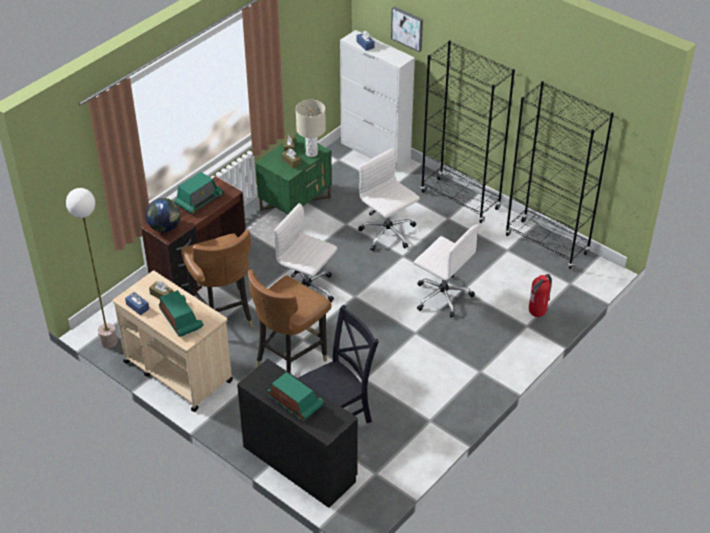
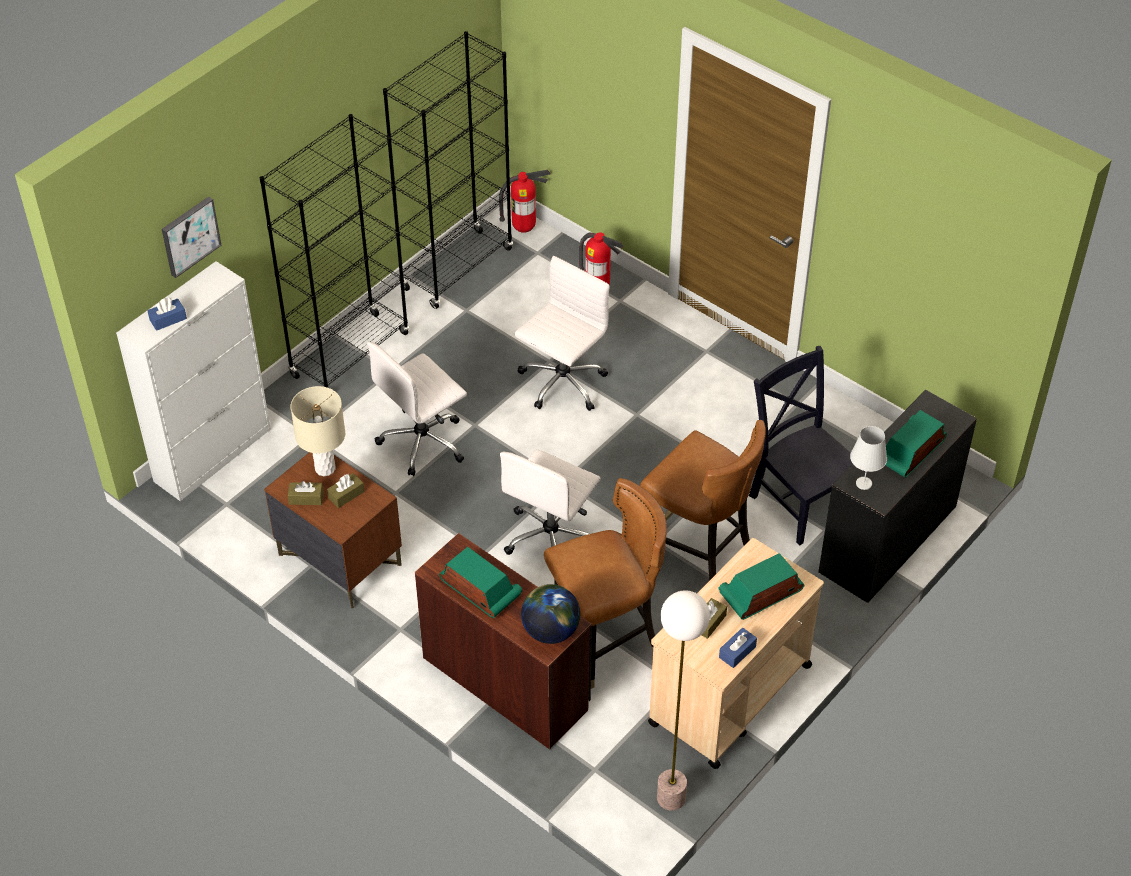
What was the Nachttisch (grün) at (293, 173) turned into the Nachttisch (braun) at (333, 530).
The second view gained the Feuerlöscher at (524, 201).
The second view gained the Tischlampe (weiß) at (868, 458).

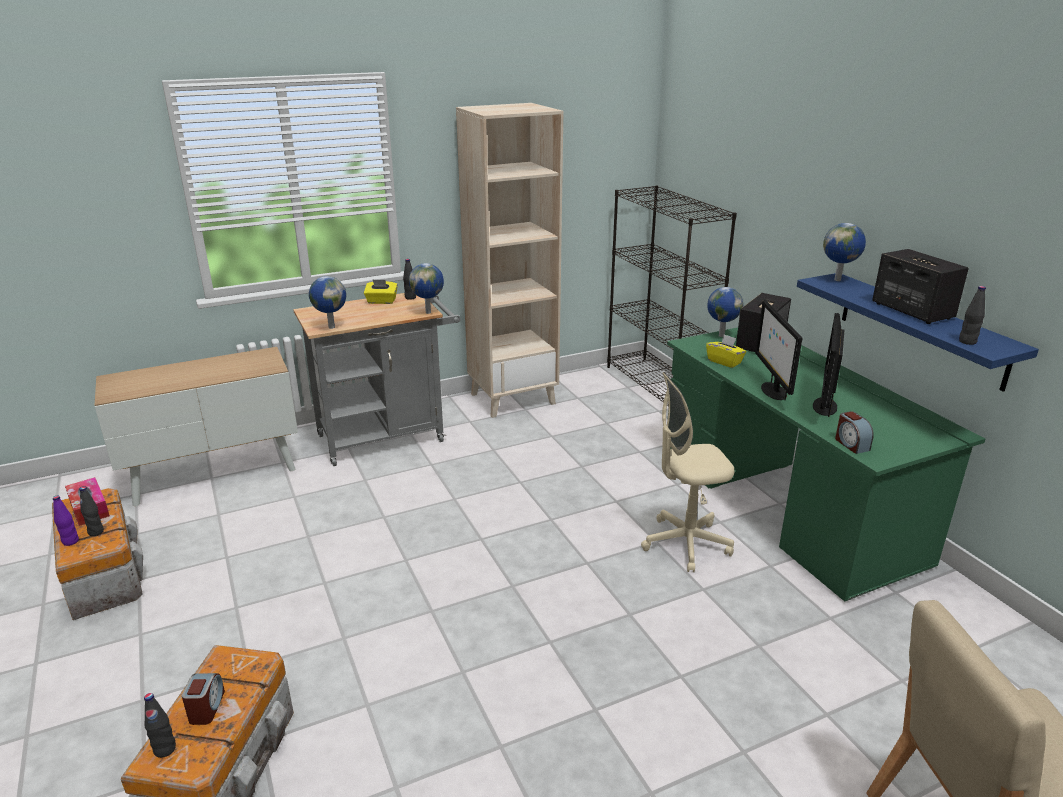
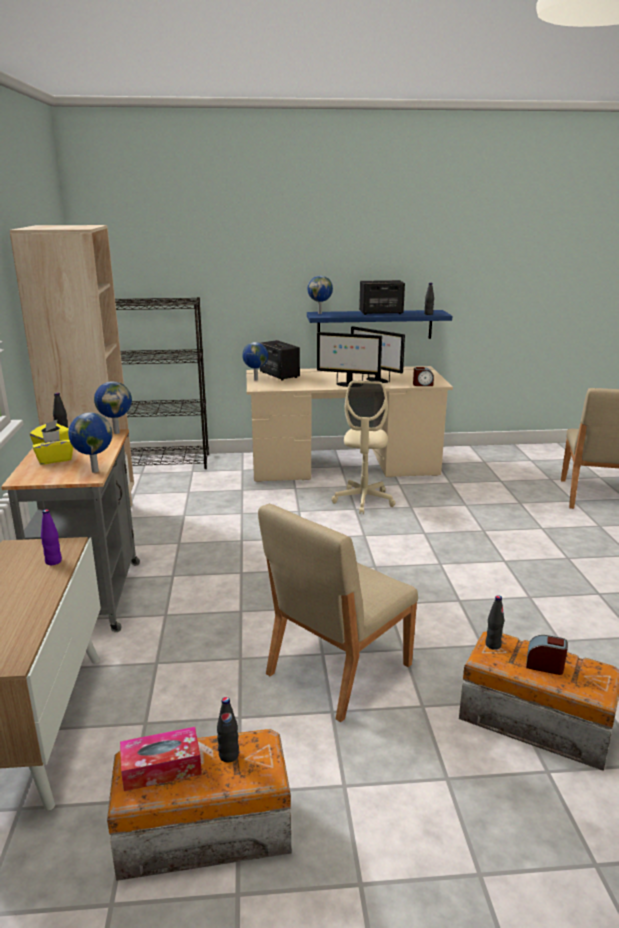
What was the Schreibtisch (grün) at (826, 464) turned into the Schreibtisch (beige) at (350, 424).
The Taschentuchbox (gelb) ended up elsewhere, having gone from (726, 351) to (52, 447).
The Flasche (lila) ended up elsewhere, having gone from (66, 521) to (51, 537).
The Flasche (schwarz) ended up elsewhere, having gone from (160, 725) to (494, 622).
The second view gained the Stuhl (beige) at (338, 613).

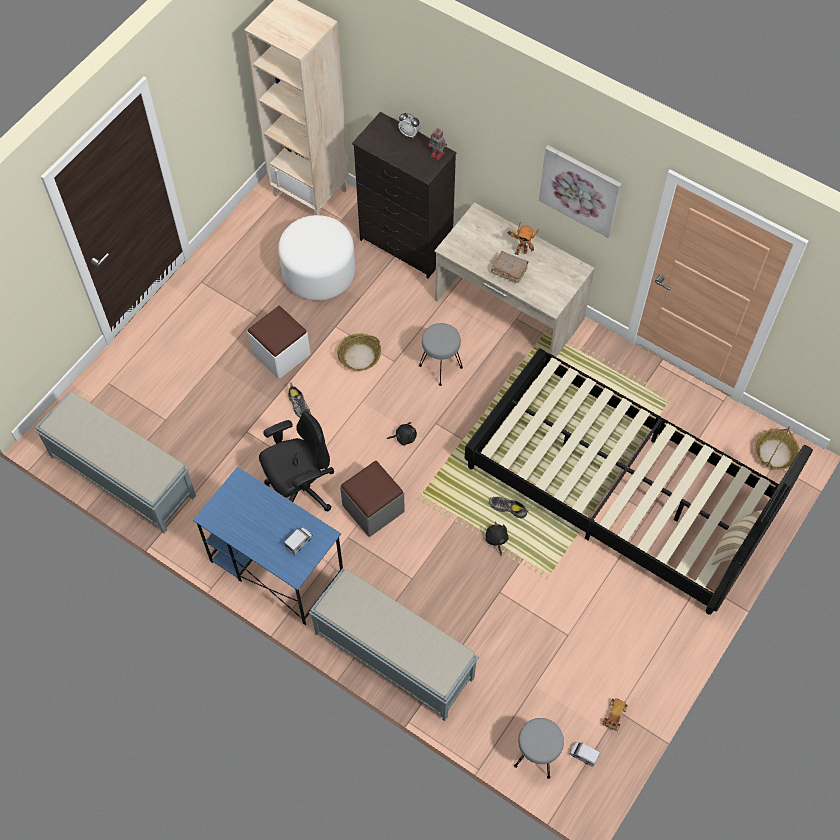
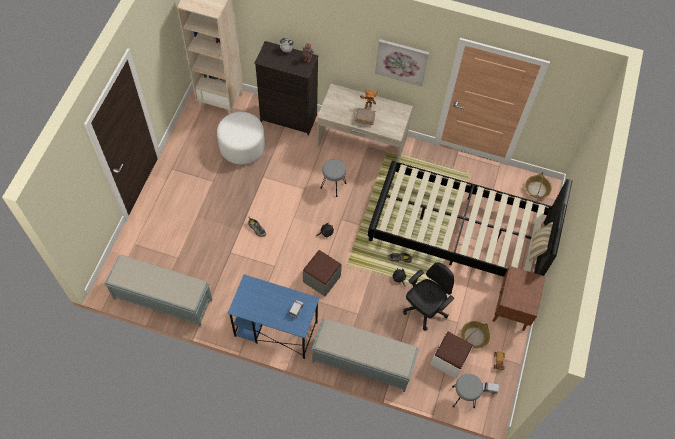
The Polsterhocker (weiß) ended up elsewhere, having gone from (278, 342) to (452, 355).
The Korb ended up elsewhere, having gone from (359, 352) to (475, 335).
The Bürostuhl (schwarz) ended up elsewhere, having gone from (296, 461) to (428, 296).
The second view gained the Nachttisch (braun) at (519, 298).

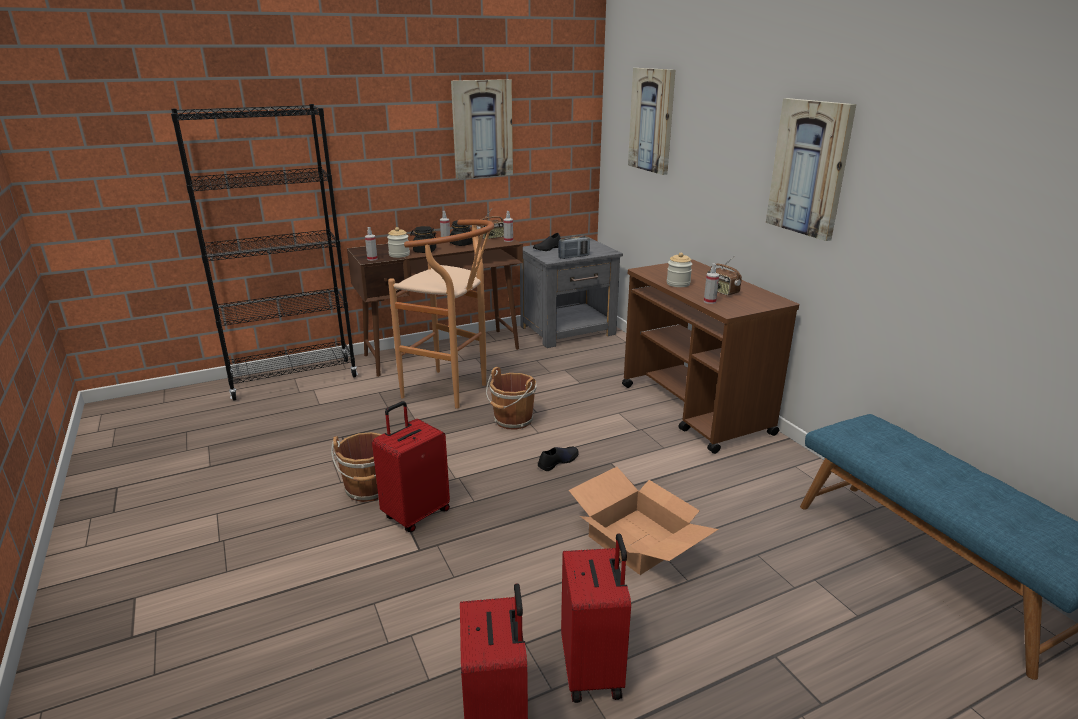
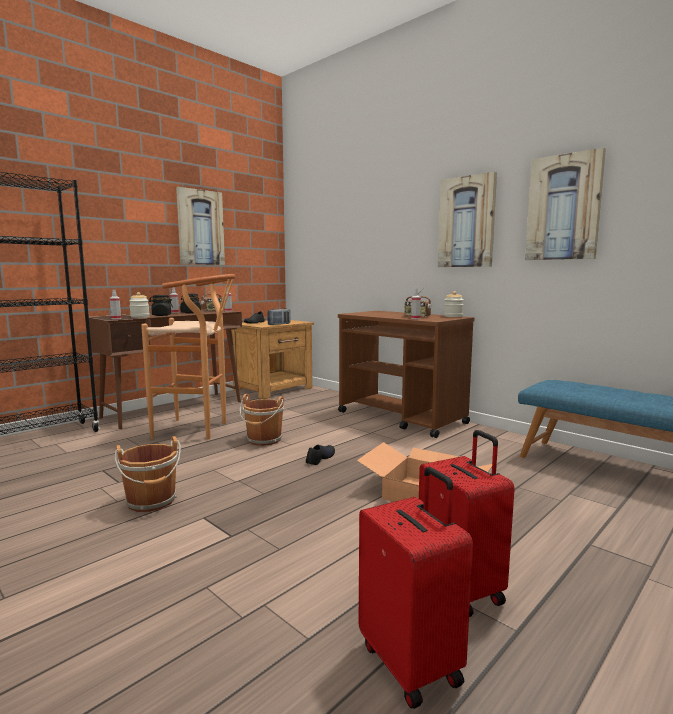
The Bild ended up elsewhere, having gone from (651, 121) to (565, 204).
What was the Nachttisch (grau) at (571, 293) turned into the Nachttisch (braun) at (272, 359).
The Vorratsglas ended up elsewhere, having gone from (679, 270) to (453, 304).
The second view lost the Koffer (rot) at (411, 466).

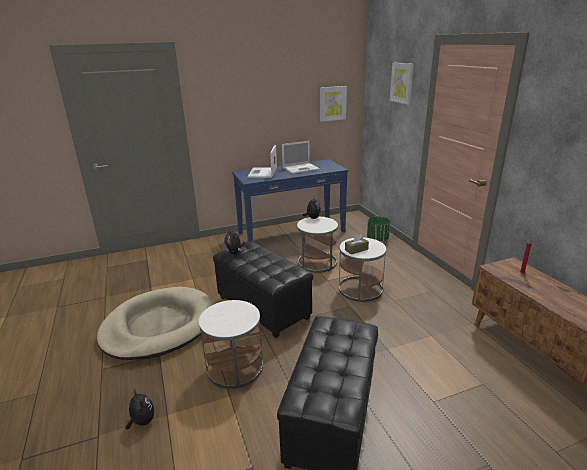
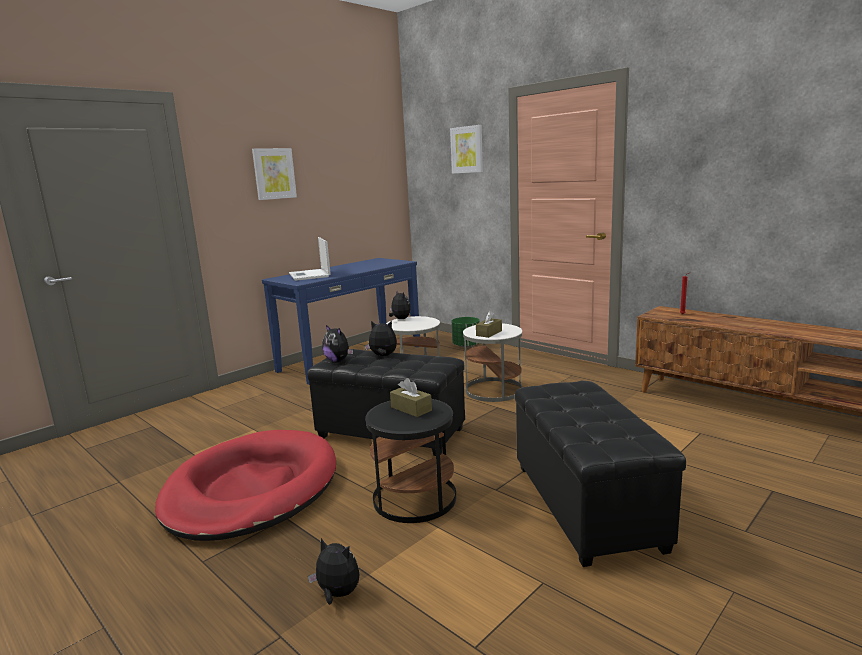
The Bild ended up elsewhere, having gone from (333, 104) to (274, 174).
The second view lost the Laptop at (301, 157).
What was the Hundebett (beige) at (155, 323) turned into the Hundebett (rot) at (245, 485).
What was the Beistelltisch (weiß) at (231, 344) turned into the Beistelltisch (schwarz) at (410, 461).
The second view gained the Plüschtier at (381, 338).
The second view gained the Taschentuchbox (braun) at (411, 397).

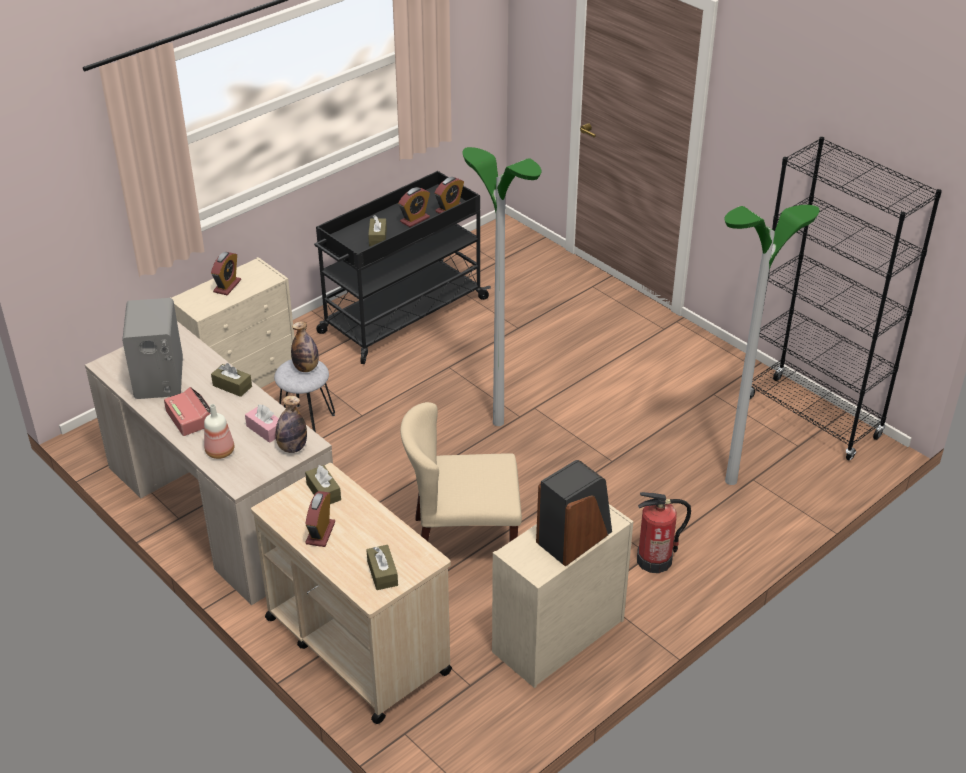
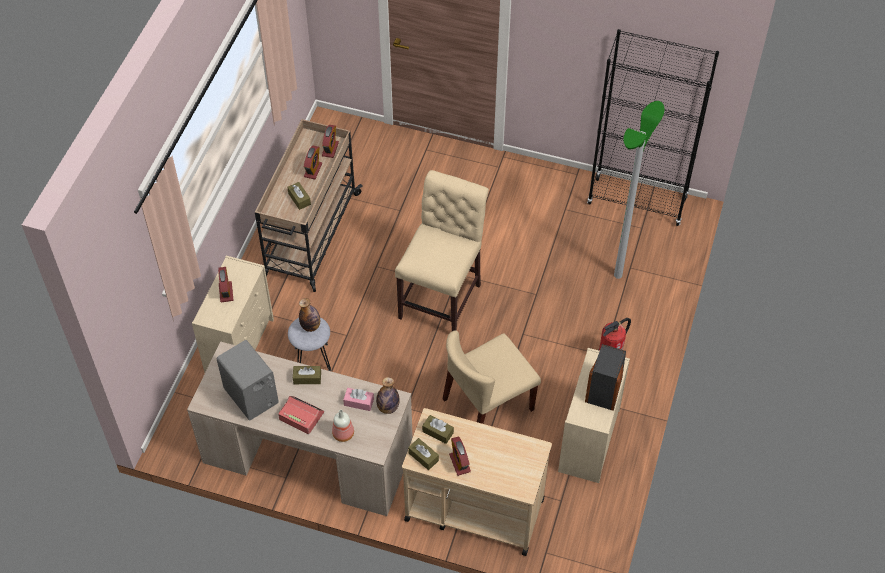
Where the Stehlampe stood at (501, 286), the Stuhl (beige) came to stand at (442, 250).
What was the Rollwagen (schwarz) at (402, 267) turned into the Rollwagen (beige) at (309, 205).
The Taschentuchbox (braun) ended up elsewhere, having gone from (382, 567) to (423, 454).

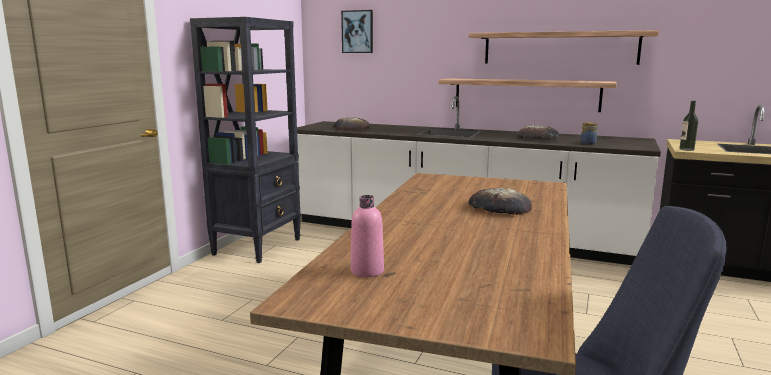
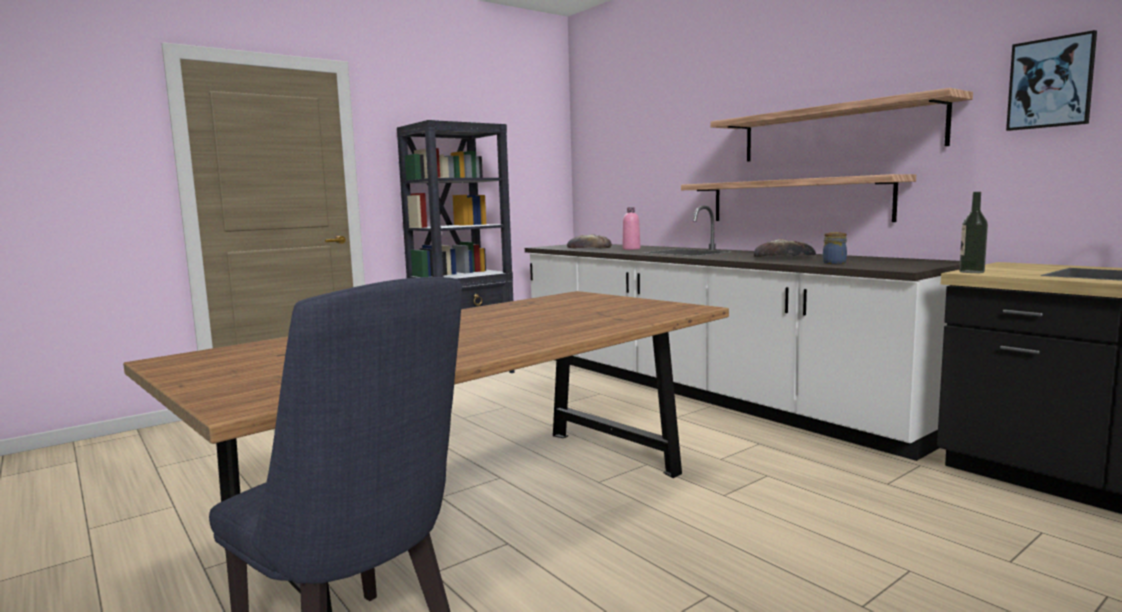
The Bild ended up elsewhere, having gone from (357, 31) to (1051, 80).
The second view lost the Brot at (500, 201).
The Flasche (rosa) ended up elsewhere, having gone from (367, 236) to (631, 228).

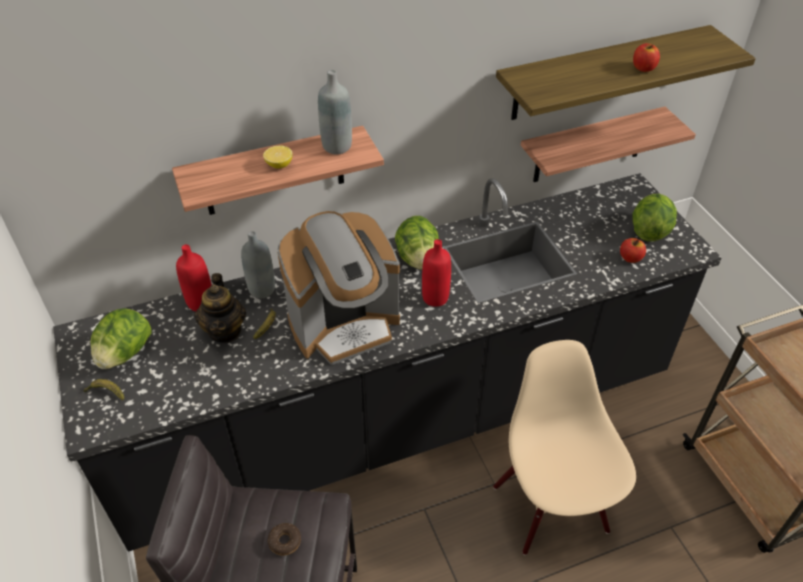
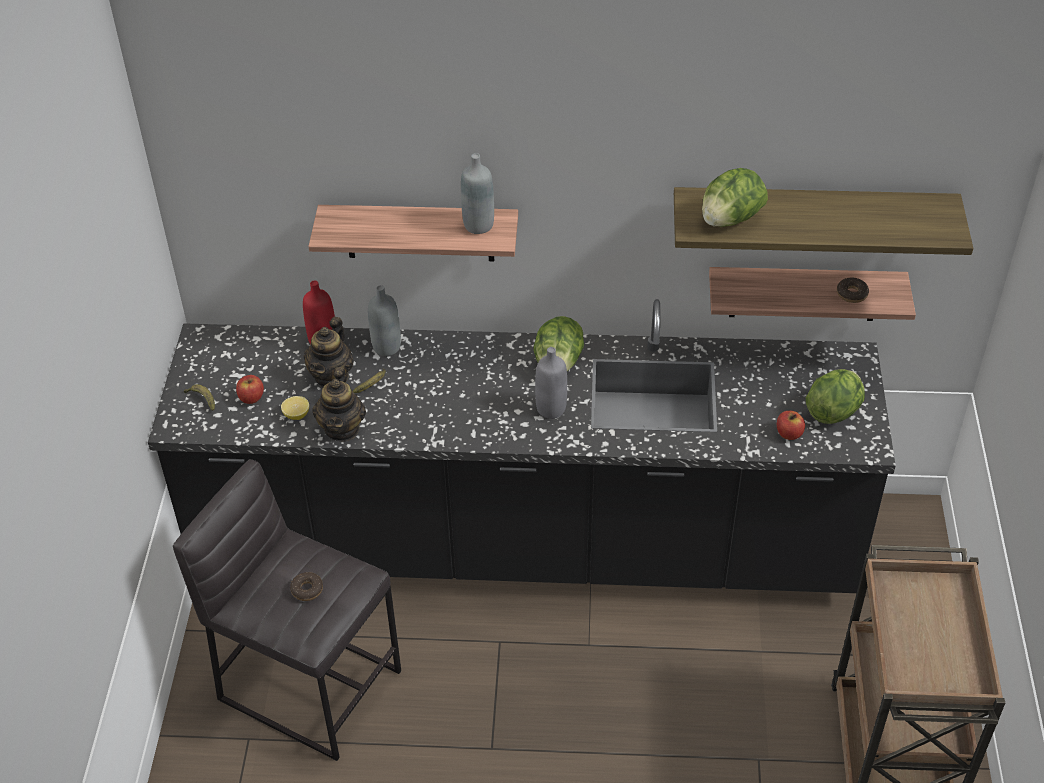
The Apfel ended up elsewhere, having gone from (646, 57) to (250, 389).
The Zitrone ended up elsewhere, having gone from (277, 157) to (295, 408).
The second view lost the Kaffeemaschine at (338, 288).
What was the Flasche (rot) at (436, 273) turned into the Flasche (grau) at (551, 383).
The Salatkopf ended up elsewhere, having gone from (121, 338) to (735, 197).
The second view lost the Stuhl (beige) at (564, 447).
The second view gained the Donut at (853, 290).
The second view gained the Teekanne at (339, 404).

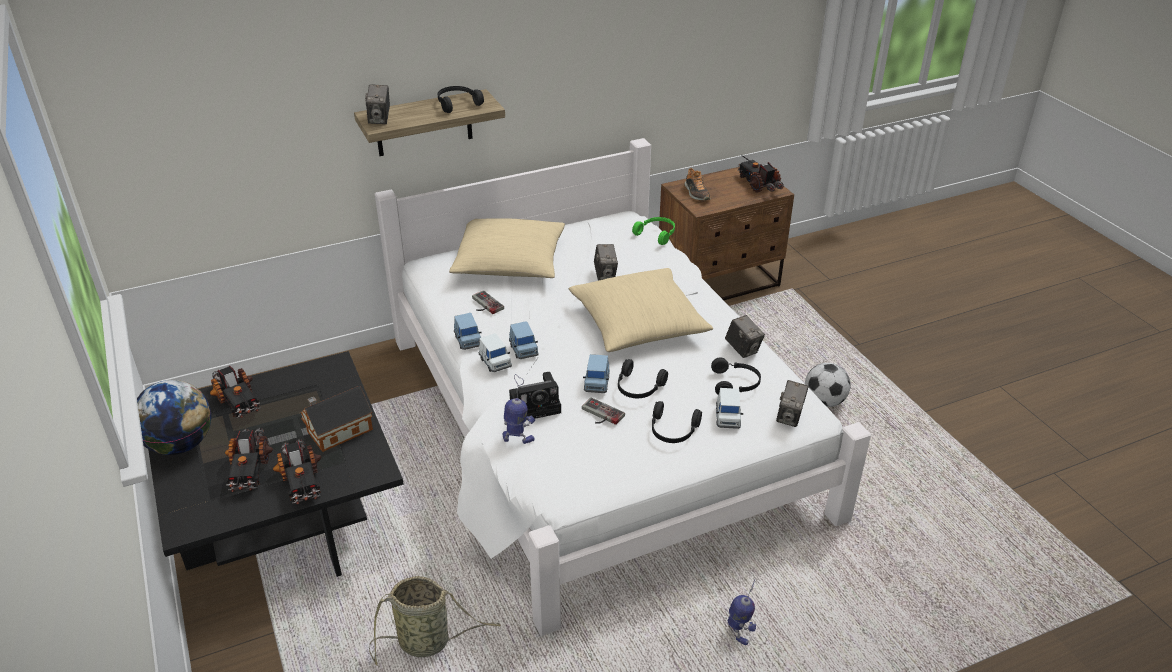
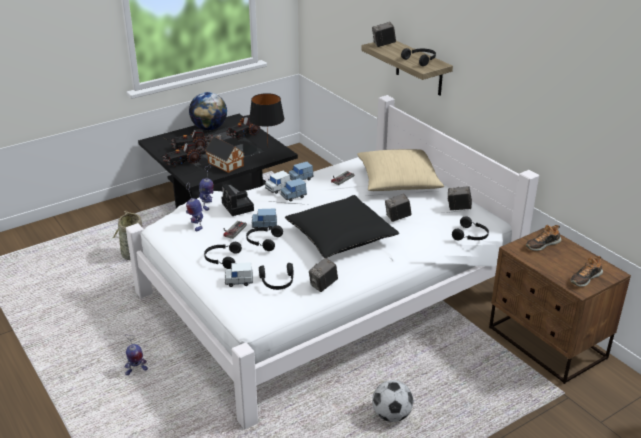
Where the Spielzeuglaster stood at (760, 174), the Schuh came to stand at (587, 271).
What was the Kopfhörer (grün) at (653, 231) turned into the Kopfhörer (schwarz) at (470, 228).
What was the Kissen (beige) at (641, 310) turned into the Kissen (schwarz) at (342, 226).
The Kamera ended up elsewhere, having gone from (792, 403) to (460, 198).
The second view gained the Tischlampe (schwarz) at (266, 118).
The second view gained the Spielzeugroboter at (194, 206).

